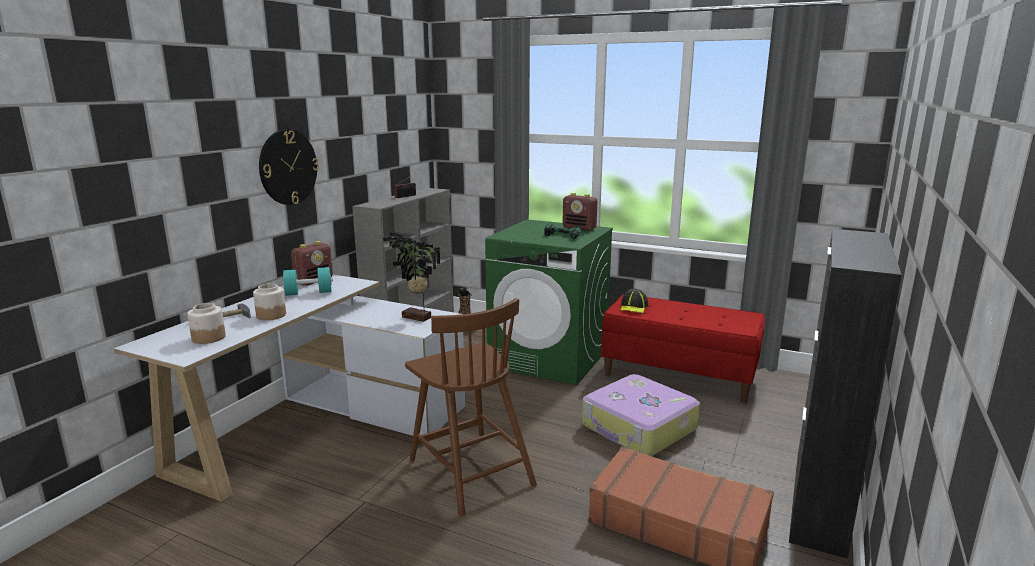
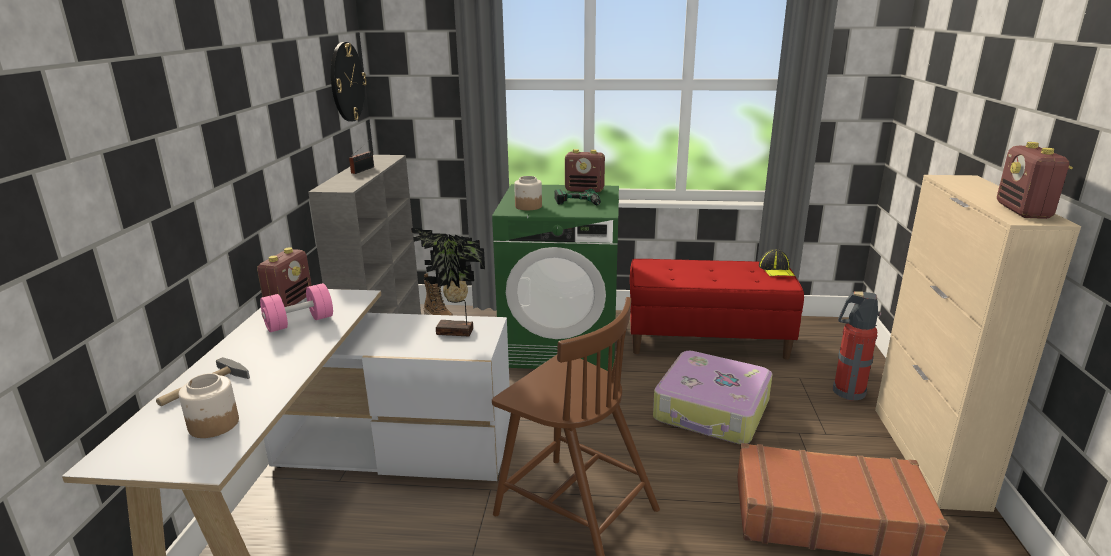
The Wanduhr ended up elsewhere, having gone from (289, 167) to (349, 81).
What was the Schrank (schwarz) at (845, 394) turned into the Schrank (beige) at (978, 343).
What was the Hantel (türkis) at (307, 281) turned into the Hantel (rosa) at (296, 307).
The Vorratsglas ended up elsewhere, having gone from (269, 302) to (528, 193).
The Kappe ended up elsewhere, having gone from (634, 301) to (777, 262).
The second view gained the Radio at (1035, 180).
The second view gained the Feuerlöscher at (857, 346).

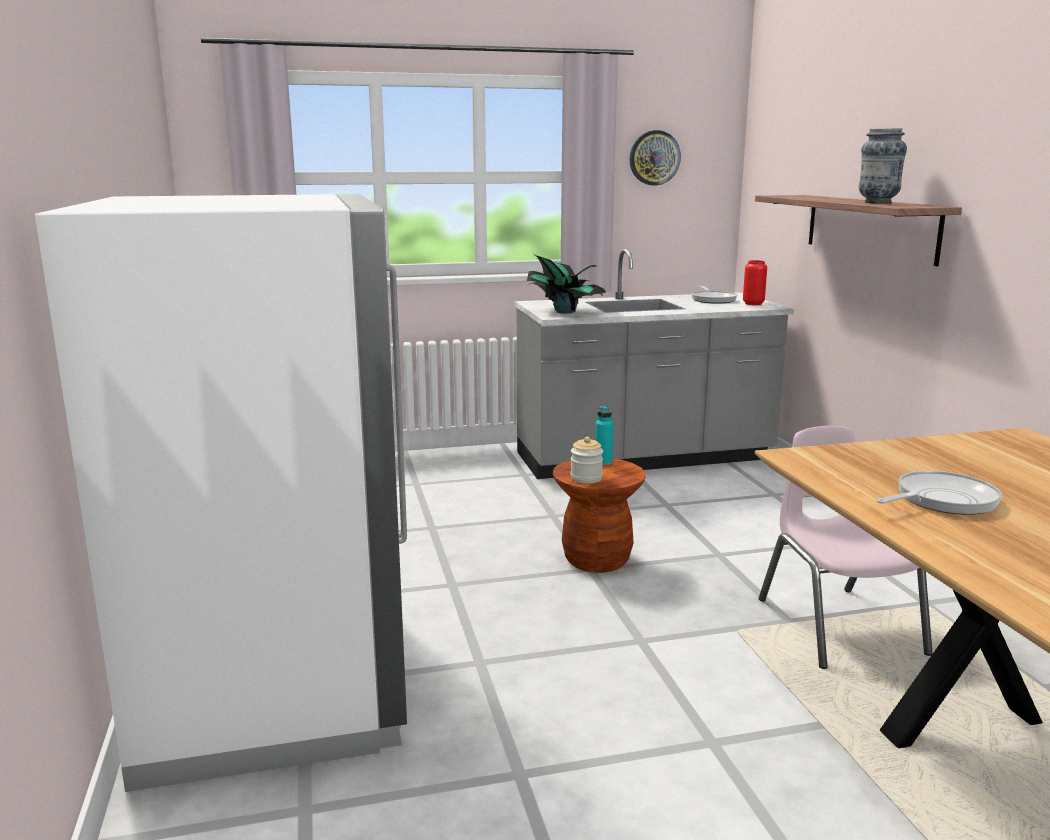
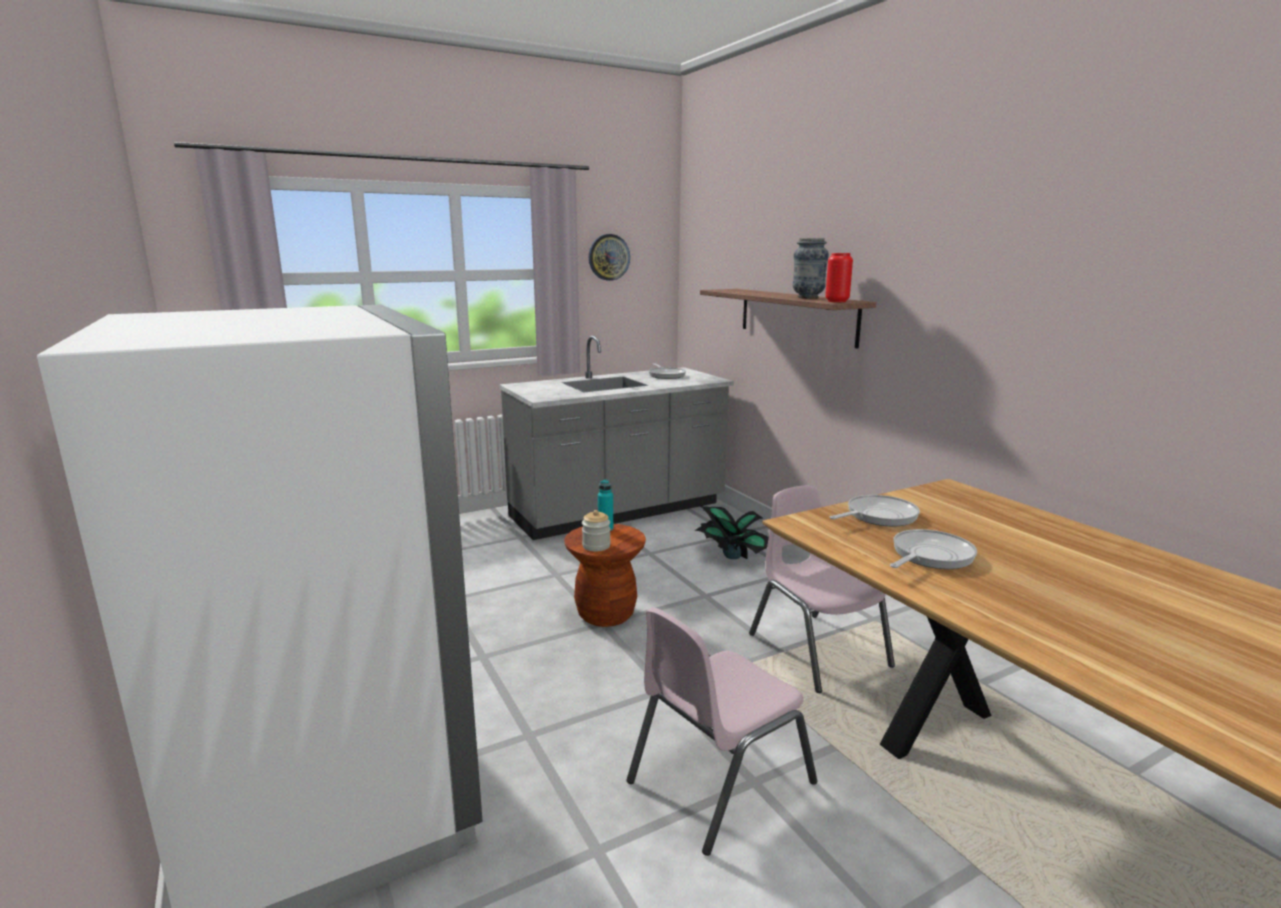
The Topfpflanze ended up elsewhere, having gone from (566, 284) to (731, 532).
The Vase (rot) ended up elsewhere, having gone from (755, 282) to (839, 277).
The second view gained the Pfanne at (875, 510).
The second view gained the Stuhl (rosa) at (722, 731).

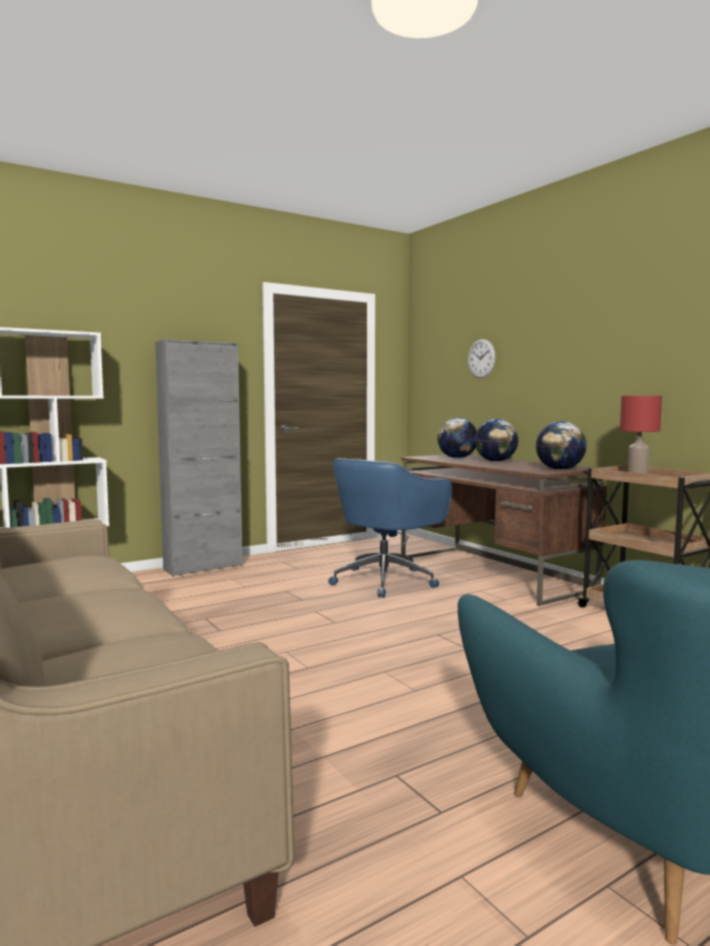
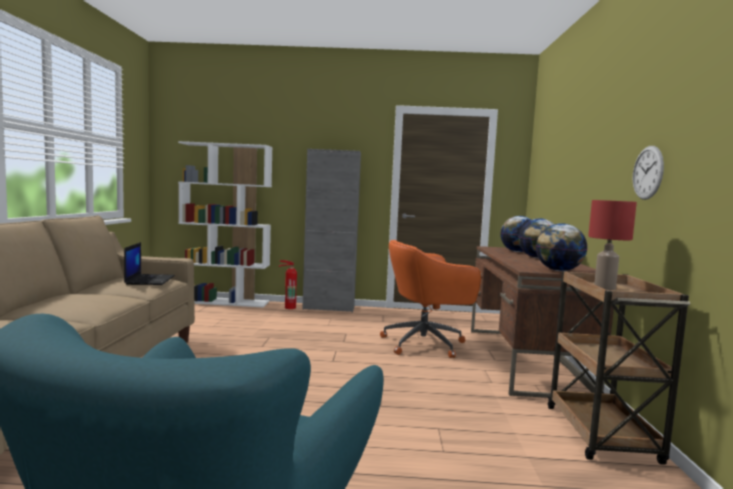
The Wanduhr ended up elsewhere, having gone from (482, 358) to (648, 173).
What was the Bürostuhl (blau) at (390, 528) turned into the Bürostuhl (orange) at (430, 299).
The second view gained the Laptop at (149, 263).
The second view gained the Feuerlöscher at (288, 284).

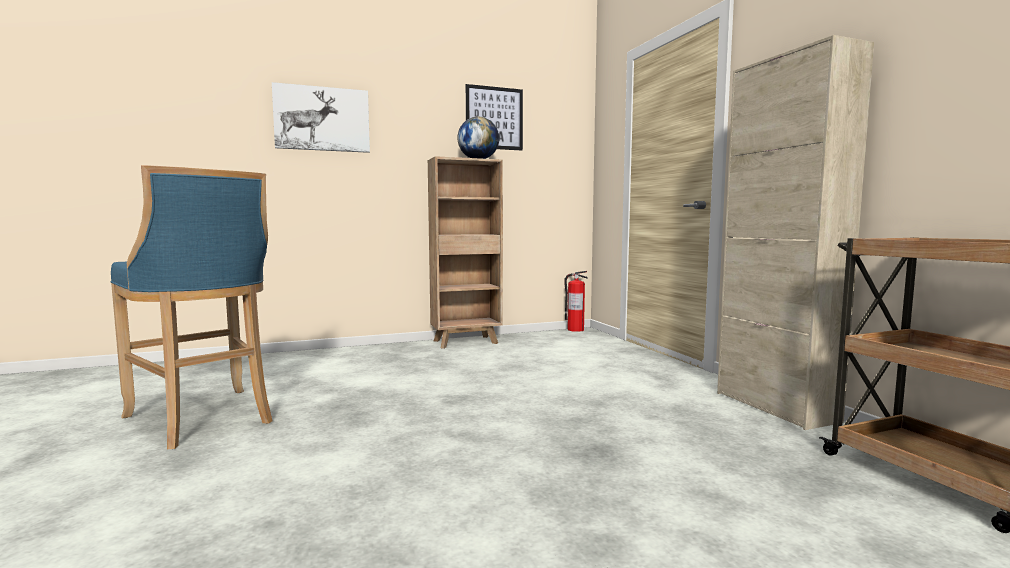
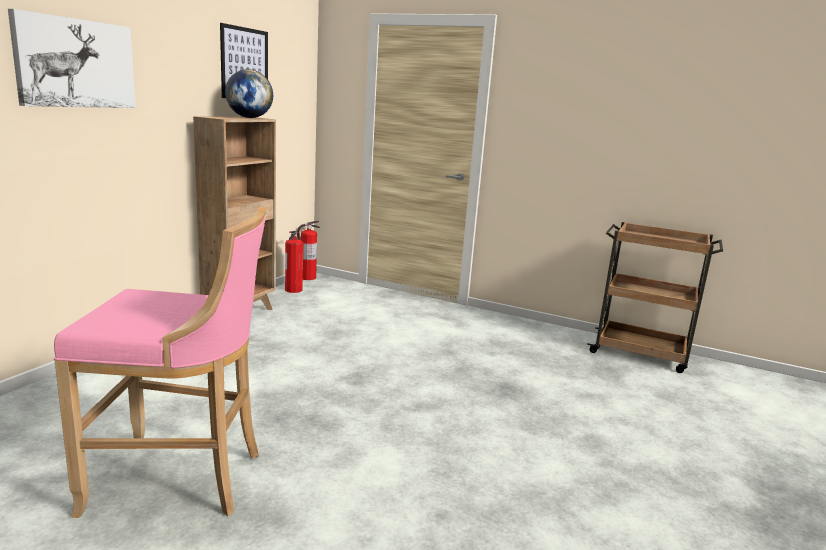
The second view lost the Schrank (beige) at (795, 232).
What was the Hocker (blau) at (192, 307) turned into the Hocker (rosa) at (160, 362).
The second view gained the Feuerlöscher at (294, 262).

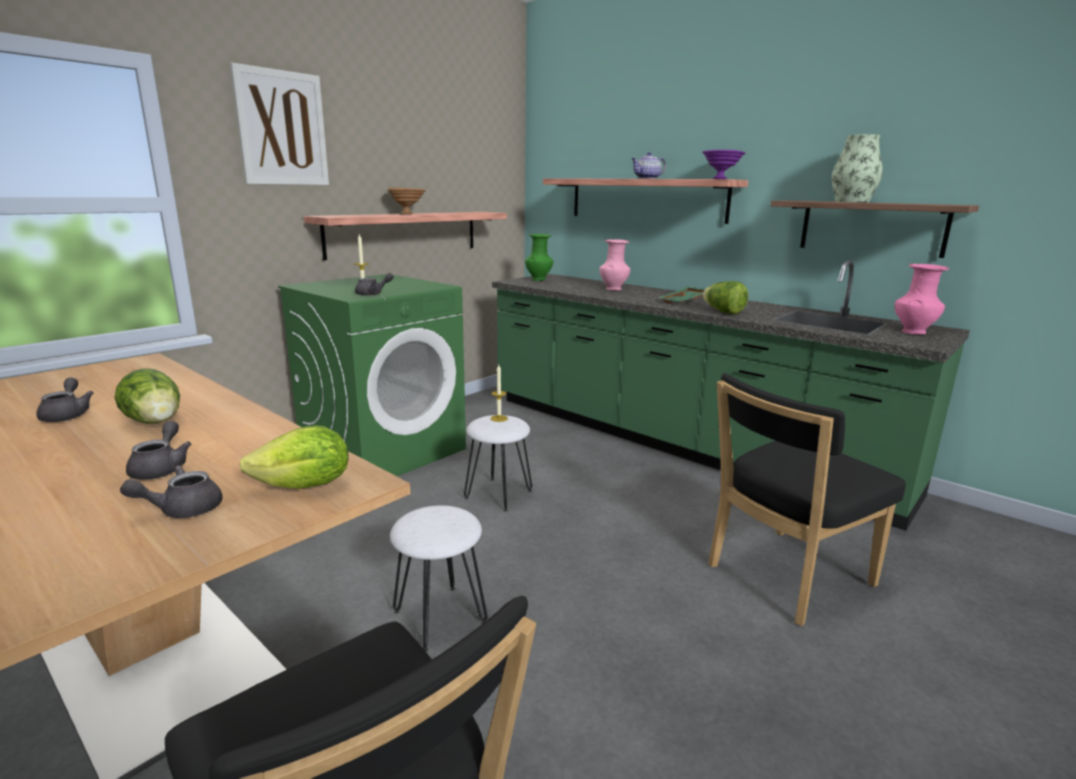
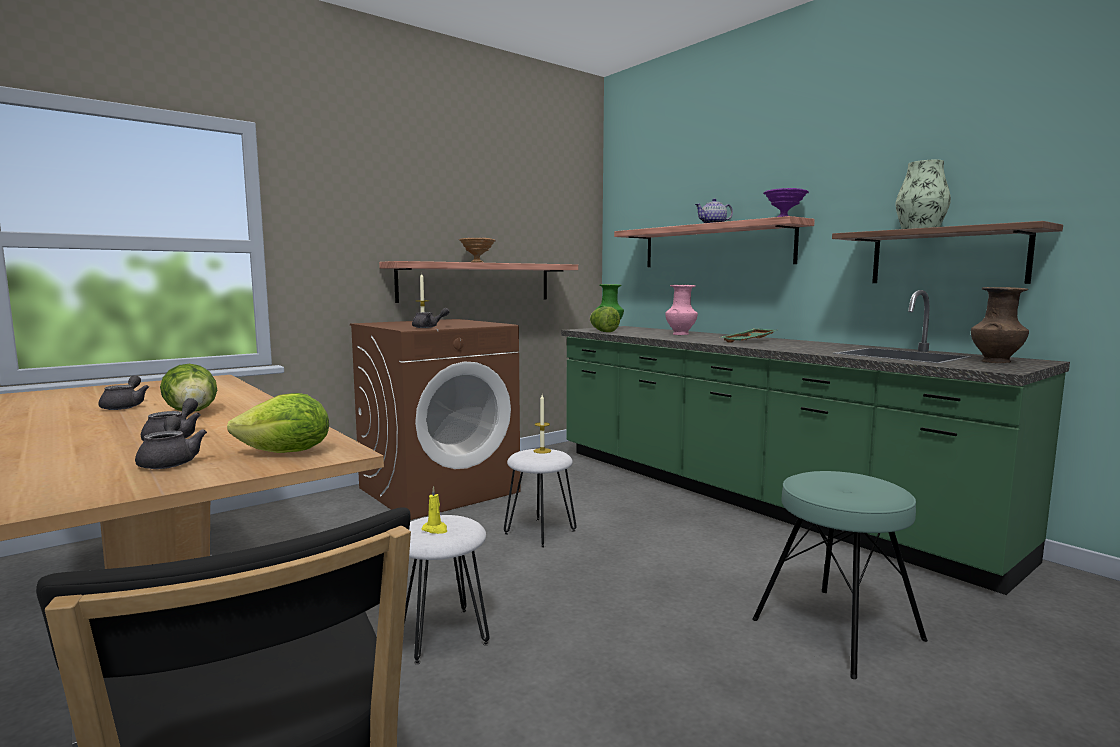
The second view lost the Bild at (279, 123).
What was the Vase (rosa) at (922, 299) turned into the Vase (braun) at (1000, 325).
What was the Waschmaschine (grün) at (372, 375) turned into the Waschmaschine (braun) at (435, 419).
The Salatkopf ended up elsewhere, having gone from (725, 297) to (605, 319).
Where the Stuhl (schwarz) stood at (807, 499), the Hocker (türkis) came to stand at (840, 575).
The Teekanne (grau) at (171, 492) ended up facing another way, 90 degrees clockwise from before.
The second view gained the Kerze (gelb) at (434, 510).

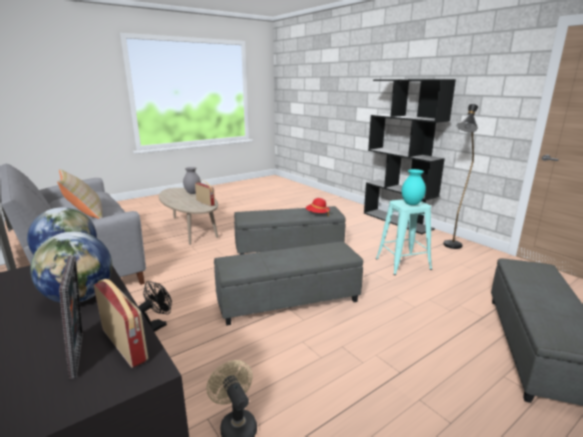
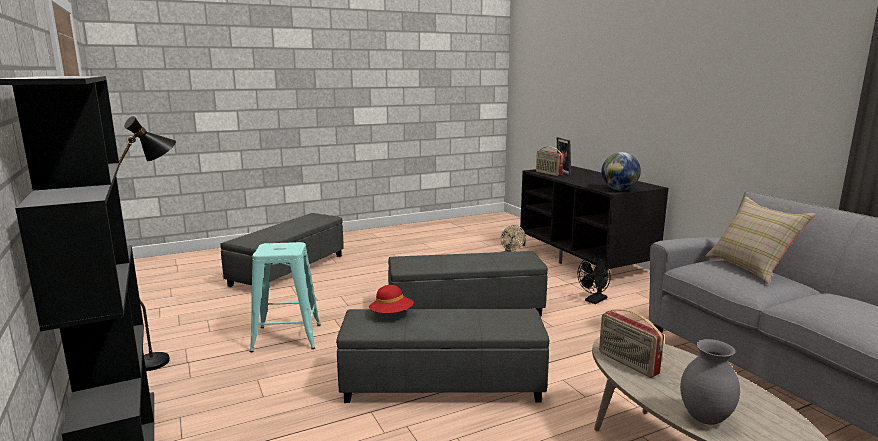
The second view lost the Vase (türkis) at (414, 187).
The second view lost the Globus at (71, 267).

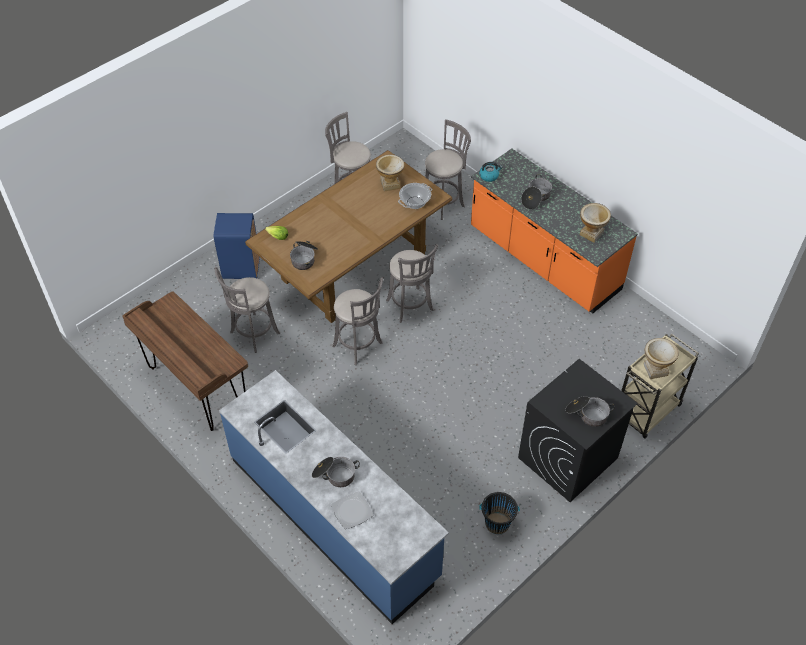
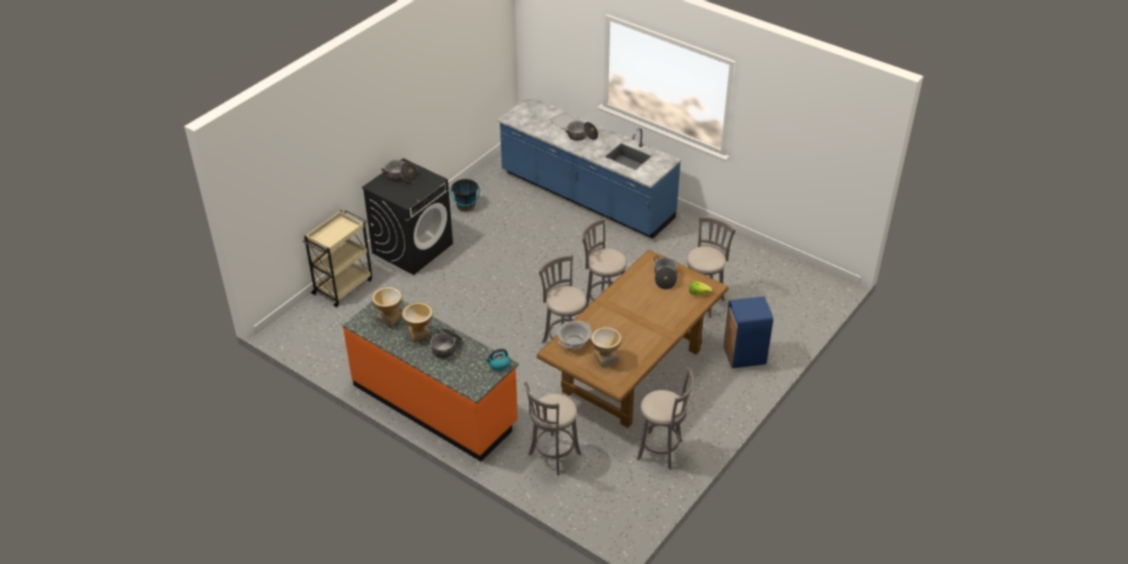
The second view lost the Schreibtisch (braun) at (185, 361).
The Vase ended up elsewhere, having gone from (661, 358) to (417, 322).

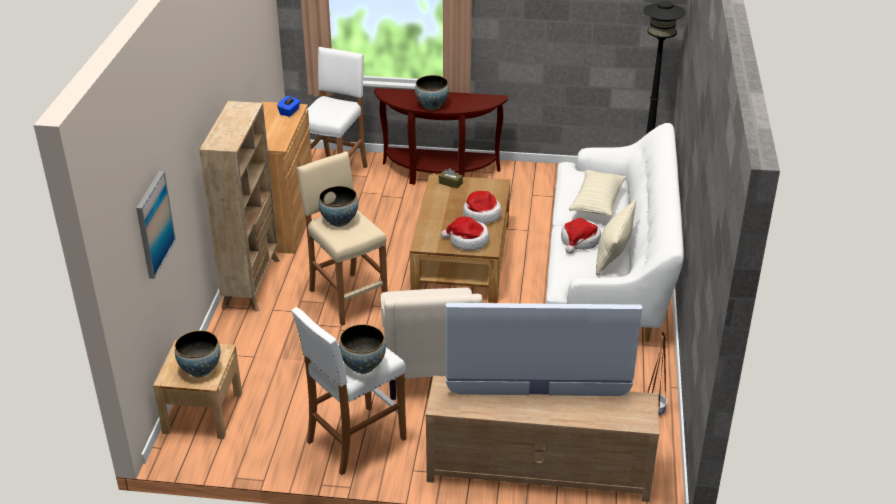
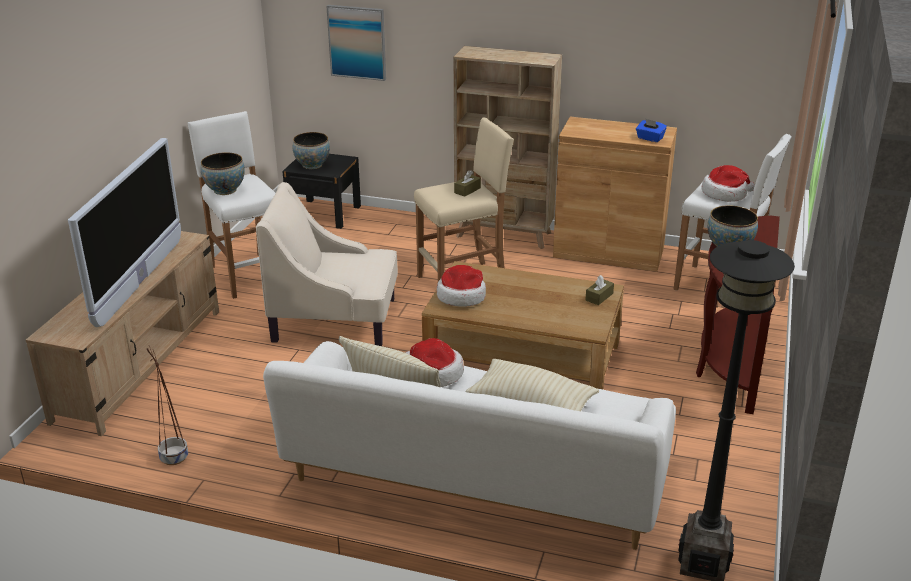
Where the Schüssel stood at (338, 206), the Taschentuchbox (braun) came to stand at (467, 183).
The Hut ended up elsewhere, having gone from (482, 207) to (728, 183).
What was the Nachttisch (beige) at (197, 389) turned into the Nachttisch (schwarz) at (321, 191).

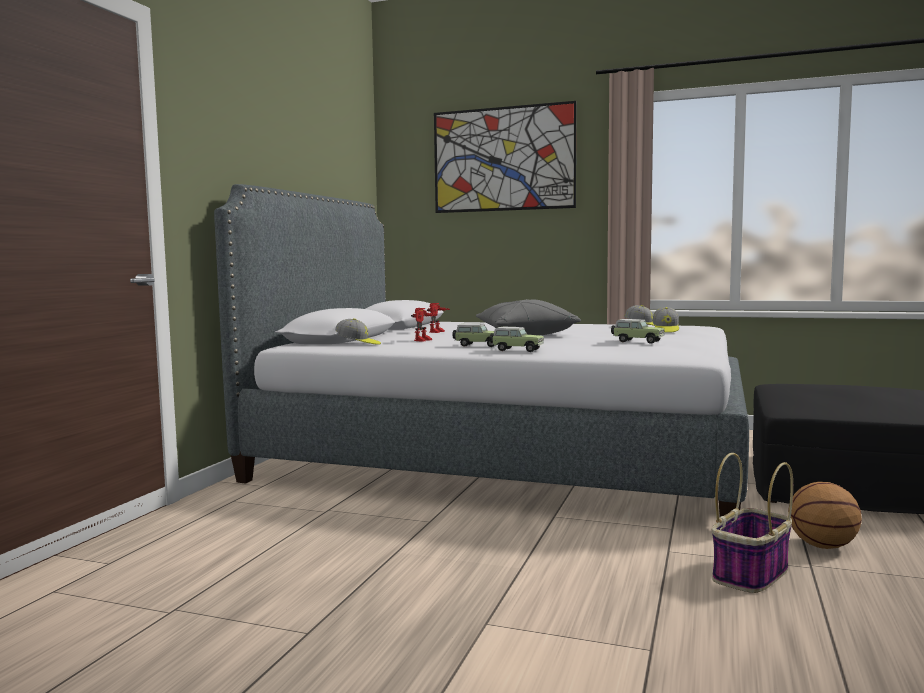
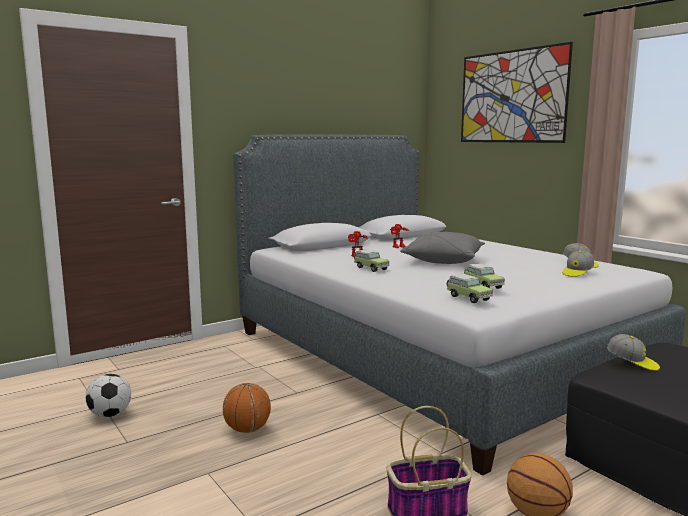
The Kappe ended up elsewhere, having gone from (358, 331) to (633, 352).
The Spielzeugauto ended up elsewhere, having gone from (517, 339) to (470, 288).
The second view gained the Fußball at (108, 395).
The second view gained the Basketball at (247, 408).

